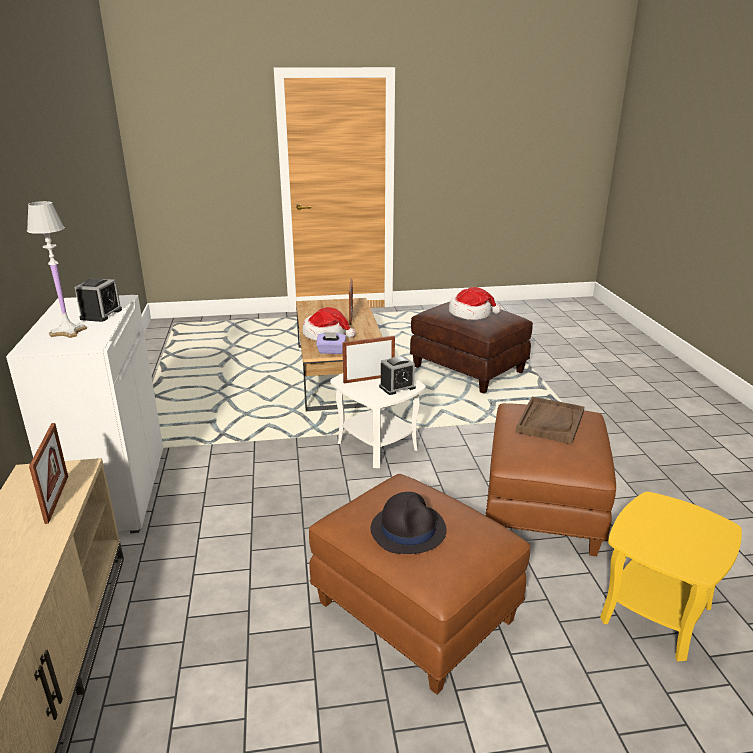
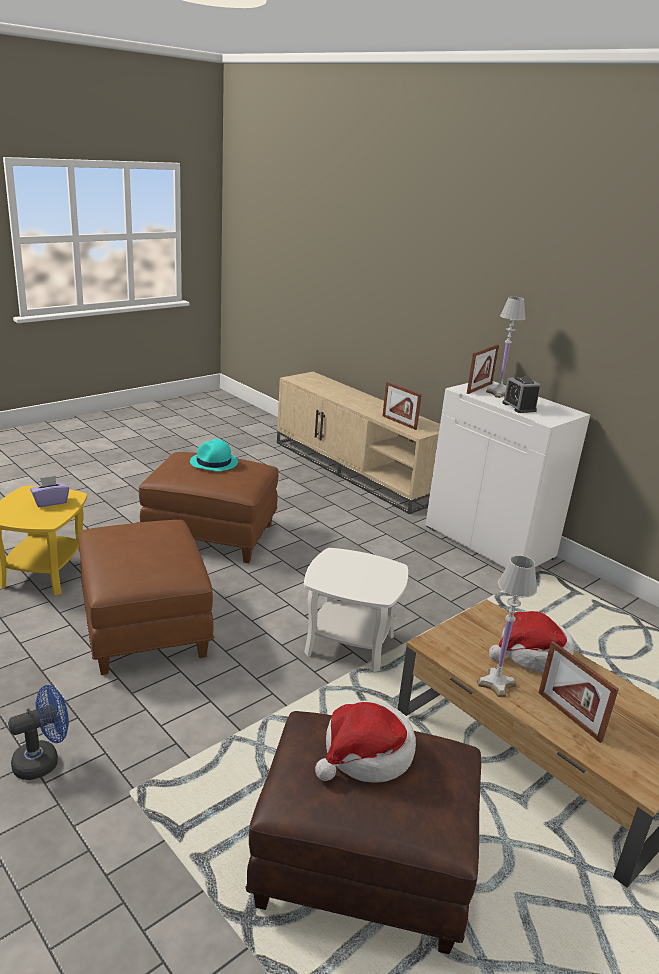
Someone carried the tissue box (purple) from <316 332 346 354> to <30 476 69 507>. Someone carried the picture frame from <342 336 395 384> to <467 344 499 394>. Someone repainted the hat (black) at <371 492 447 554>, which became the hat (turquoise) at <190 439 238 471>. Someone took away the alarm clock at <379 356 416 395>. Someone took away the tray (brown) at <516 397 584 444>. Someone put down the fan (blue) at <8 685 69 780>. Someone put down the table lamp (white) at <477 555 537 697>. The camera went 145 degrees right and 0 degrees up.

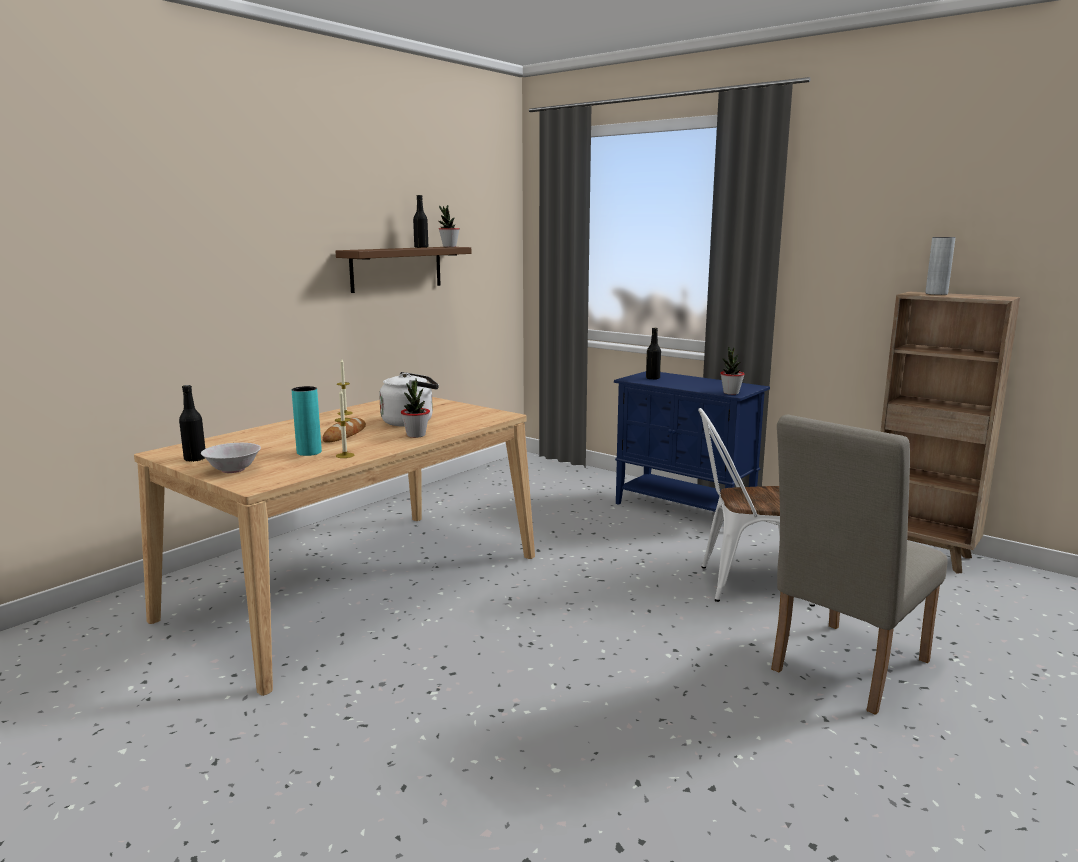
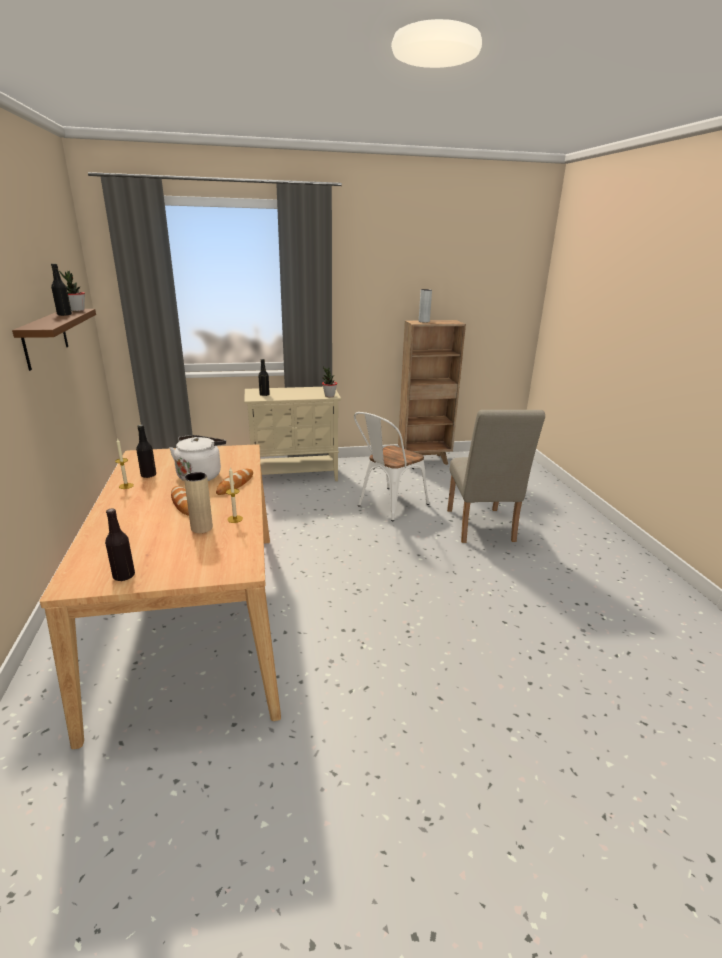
Someone took away the bowl (white) at <201 443 261 473>. Someone repainted the vase (turquoise) at <292 386 322 456>, which became the vase (beige) at <184 472 213 533>. Someone swapped the potted plant at <401 378 430 438> for the bread at <216 469 253 495>. Someone repainted the cabinet (blue) at <614 371 770 512>, which became the cabinet (beige) at <244 387 341 481>. Someone put down the bottle (black) at <136 424 156 478>. The camera went 50 degrees left and 10 degrees up.

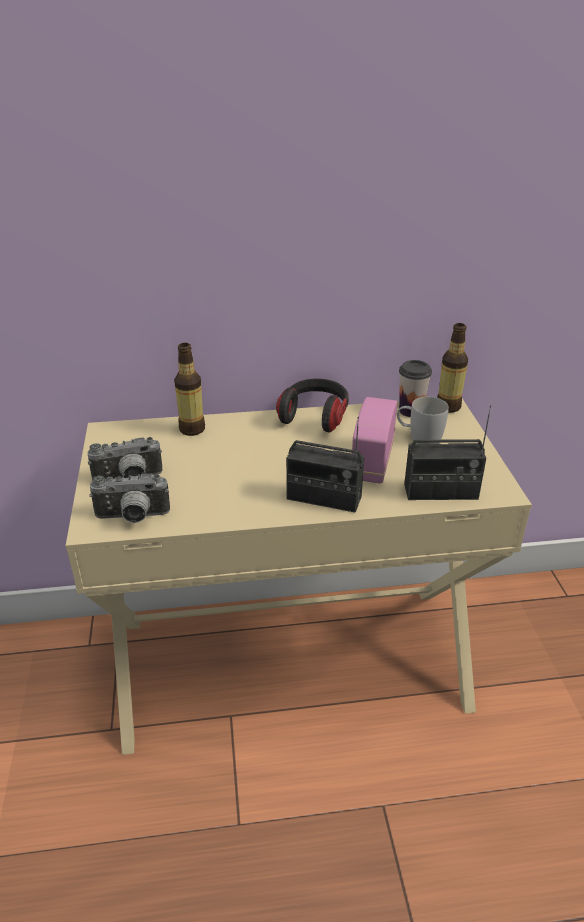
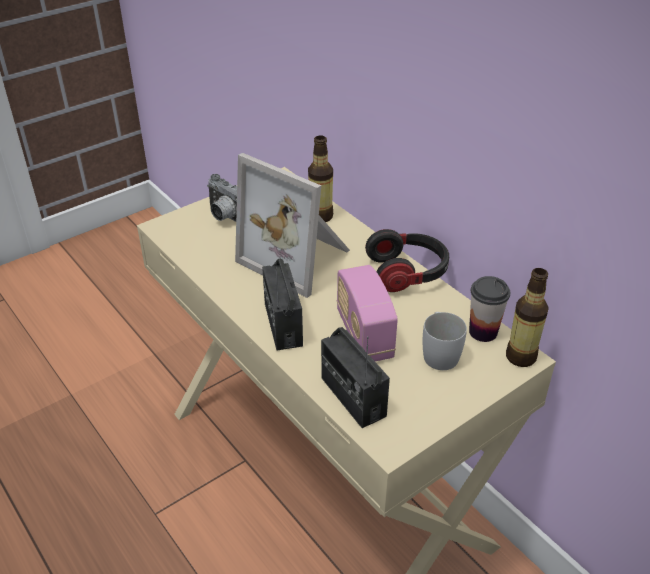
Someone took away the photo camera at <89 474 170 523>. Someone rotated the radio at <352 397 397 484> by 90 degrees counterclockwise. Someone put down the picture frame at <235 153 350 298>. The camera went 60 degrees right and 5 degrees up.

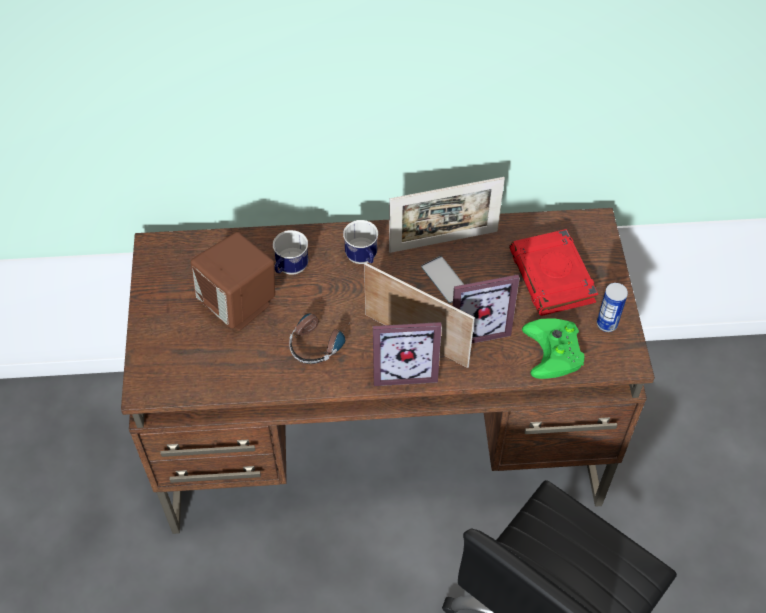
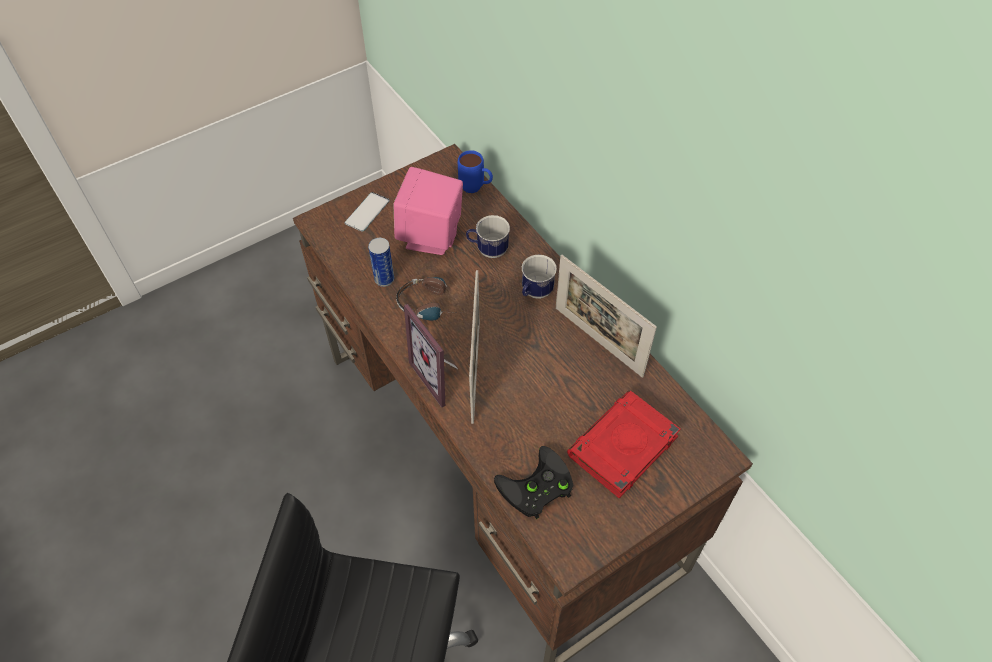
Someone repainted the speaker (brown) at <191 232 275 331>, which became the speaker (pink) at <393 167 463 255>. Someone carried the phone from <421 256 464 303> to <345 192 390 232>. Someone took away the picture frame at <453 275 520 343>. Someone repainted the game controller (green) at <522 318 584 379>, which became the game controller (black) at <494 446 573 519>. Someone carried the can from <597 283 628 332> to <368 238 394 287>. Someone put down the mug (blue) at <458 150 493 193>. The camera went 60 degrees right and 0 degrees up.

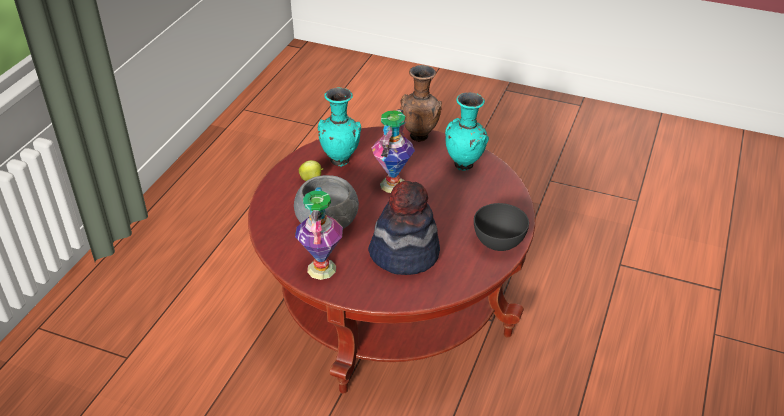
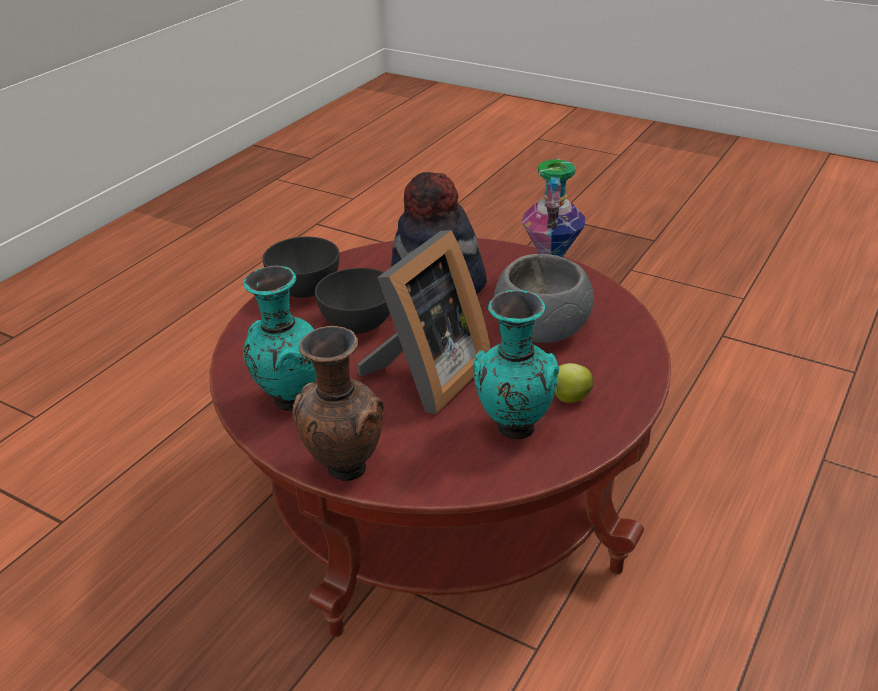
Someone swapped the vase at <372 109 415 193> for the picture frame at <357 230 491 414>. Someone put down the bowl (grey) at <315 268 390 334>. The camera went 170 degrees left and 5 degrees down.

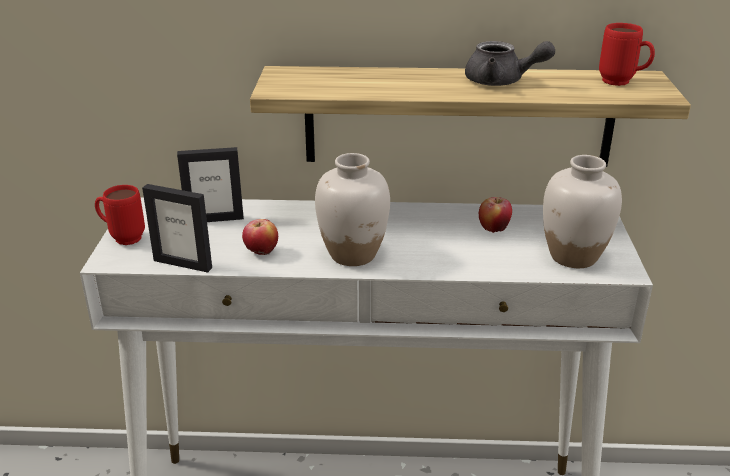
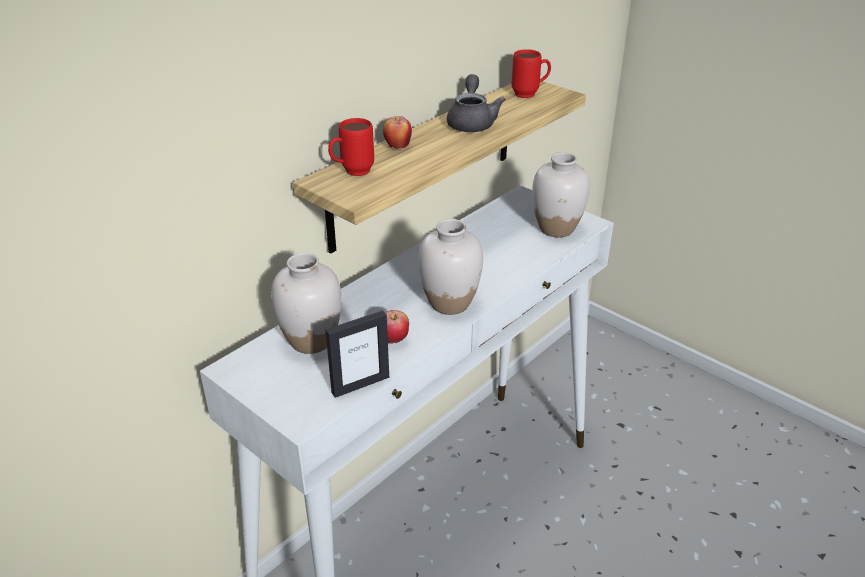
Someone carried the mug (red) from <95 185 145 245> to <328 118 374 176>. Someone swapped the picture frame at <177 147 244 222> for the vase (white) at <271 253 342 354>. Someone rotated the teapot (grey) at <465 41 555 86> by 60 degrees counterclockwise. Someone carried the apple from <479 197 512 233> to <383 116 412 149>. The camera went 50 degrees left and 5 degrees up.

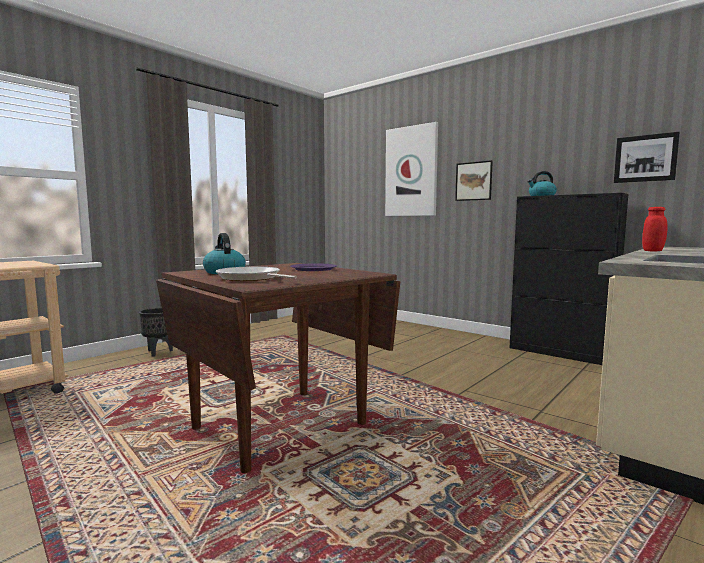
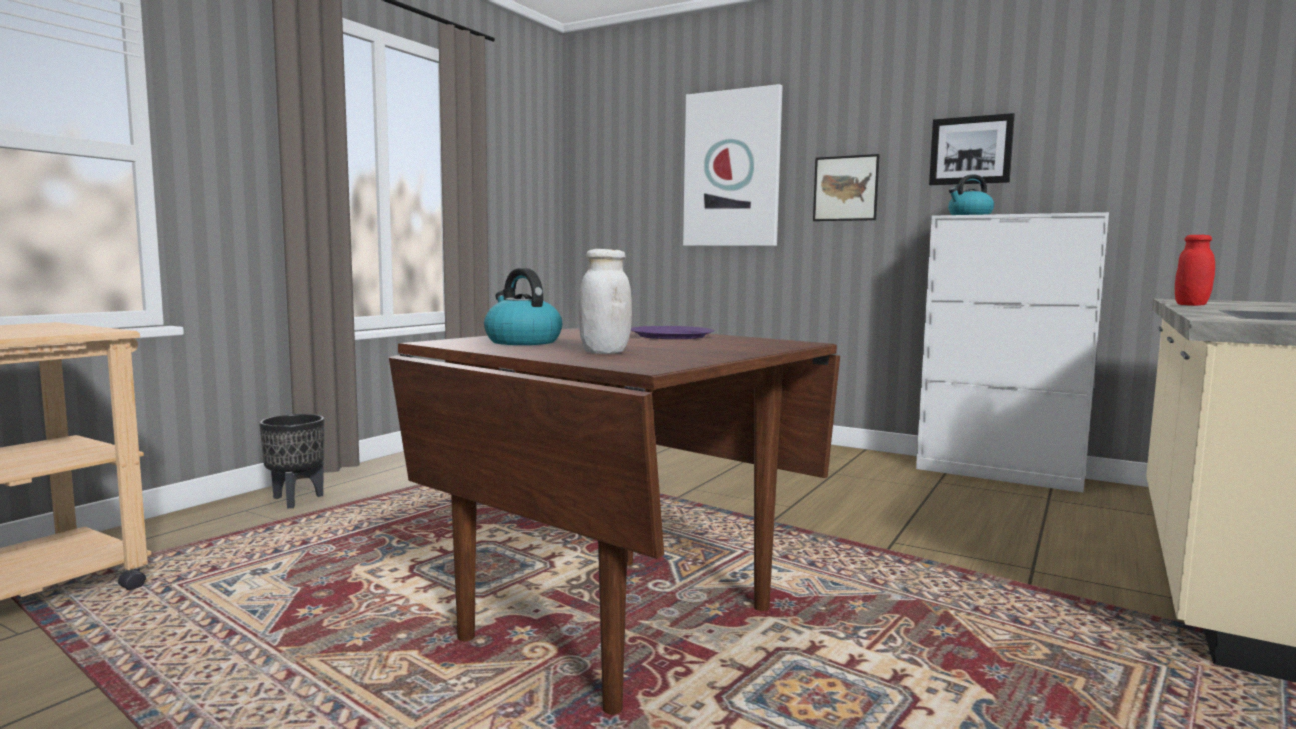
Someone swapped the frying pan at <216 266 297 281> for the jar (white) at <578 249 632 354>. Someone repainted the cabinet (black) at <510 193 628 365>, which became the cabinet (white) at <916 212 1109 493>. Someone carried the picture from <614 132 680 183> to <929 113 1015 185>. The camera went 10 degrees left and 0 degrees up.

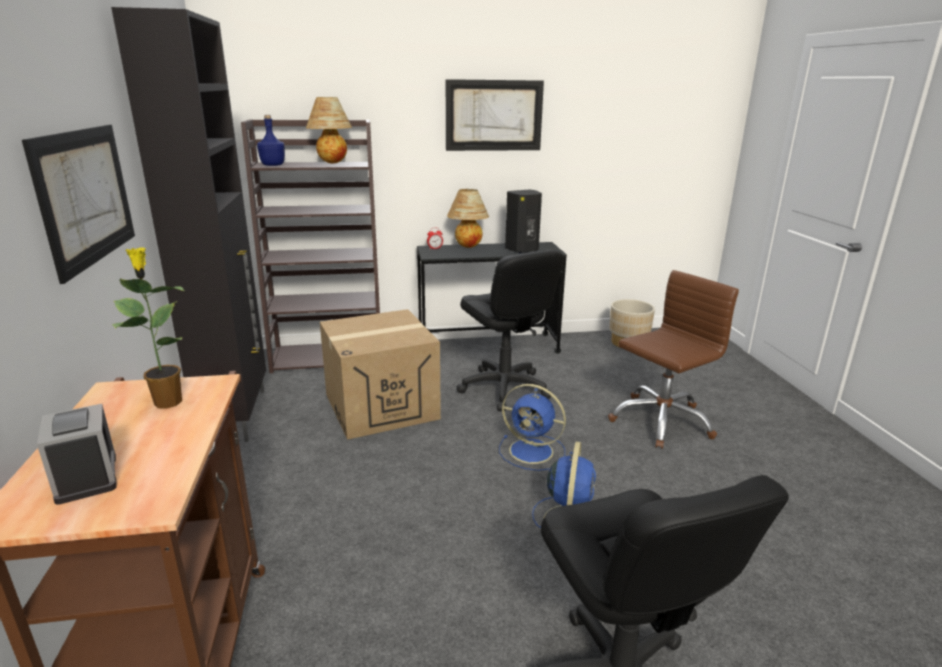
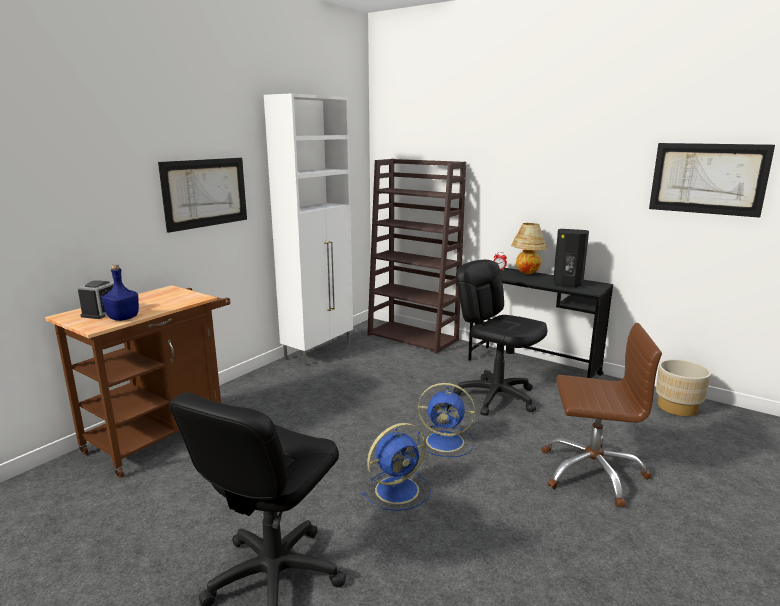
Someone repainted the cabinet (black) at <111 7 266 442>, which became the cabinet (white) at <264 93 353 366>. Someone took away the potted plant at <112 247 184 408>. Someone carried the bottle (blue) from <257 115 285 166> to <102 264 139 321>. Someone took away the table lamp at <306 97 352 163>. Someone took away the cardboard box at <320 309 441 440>. Someone carried the picture from <446 79 544 151> to <649 143 775 218>. Someone rotated the office chair (black) at <456 250 564 411> by 120 degrees clockwise. Someone rotated the fan (blue) at <499 384 566 471> by 60 degrees counterclockwise. The camera went 45 degrees right and 5 degrees down.

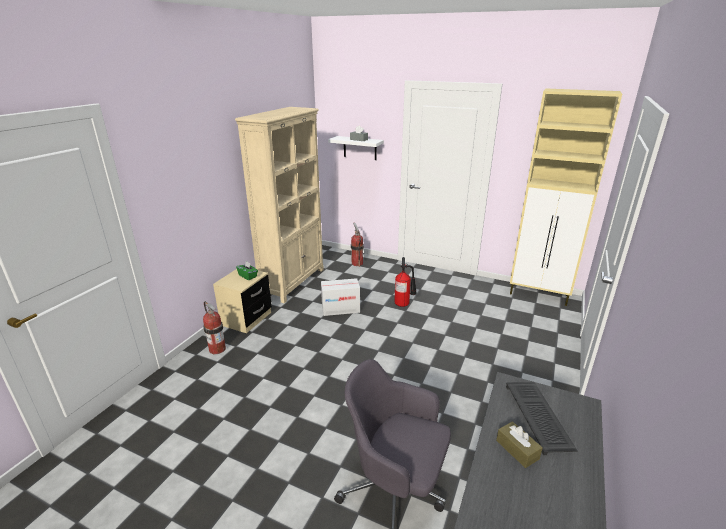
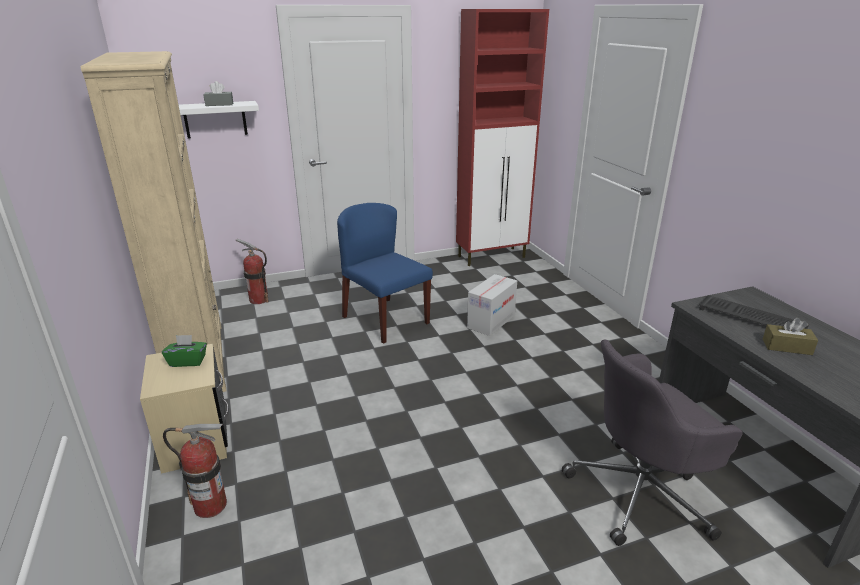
Someone carried the cardboard box from <321 278 360 316> to <467 274 517 336>. Someone swapped the fire extinguisher at <394 257 417 307> for the chair (blue) at <337 203 433 344>. Someone repainted the cabinet (beige) at <510 89 622 306>, which became the cabinet (red) at <456 9 549 266>. The camera went 45 degrees left and 0 degrees up.

